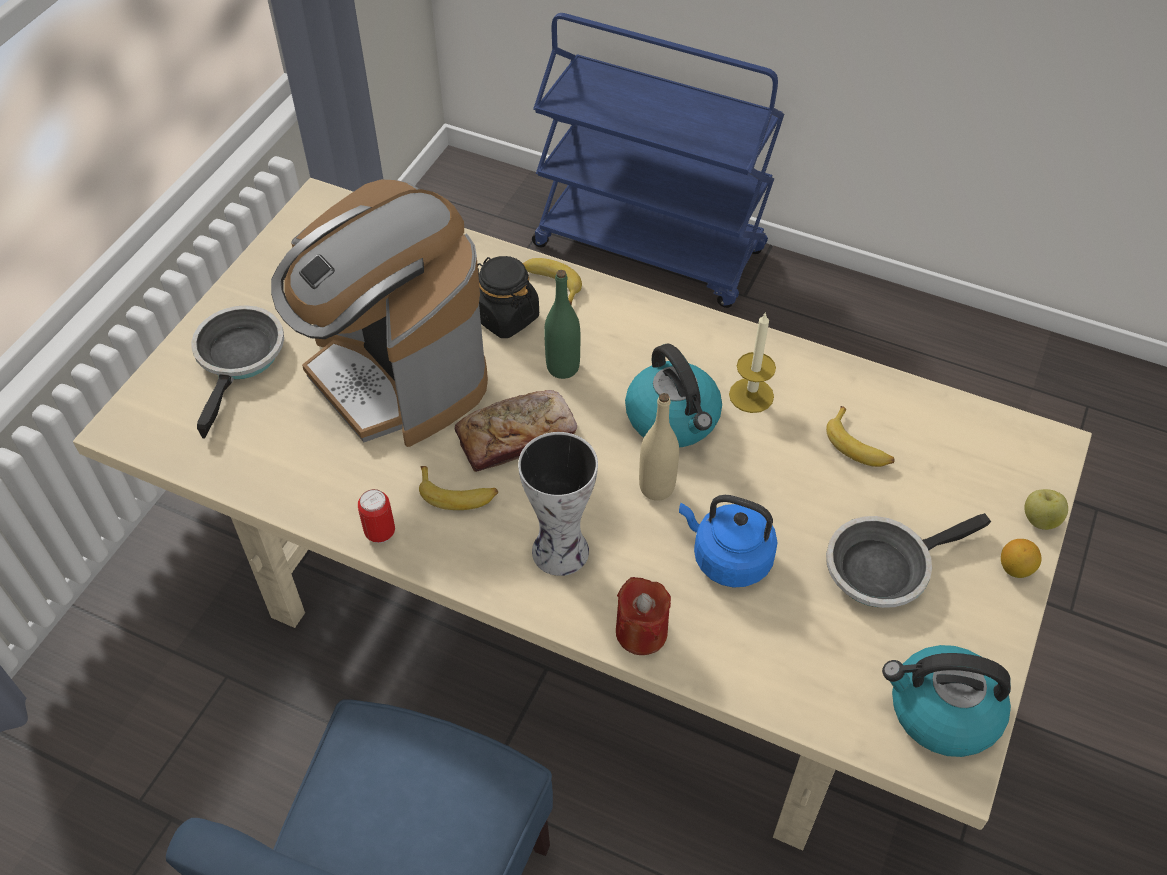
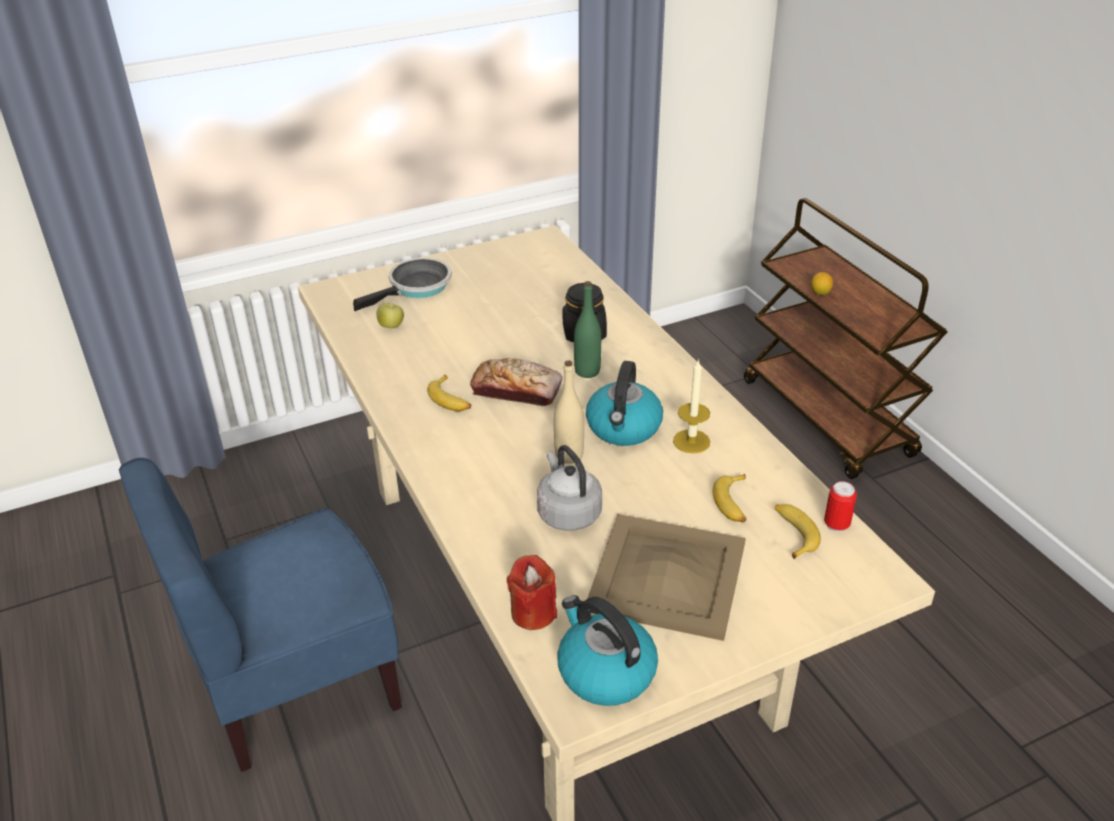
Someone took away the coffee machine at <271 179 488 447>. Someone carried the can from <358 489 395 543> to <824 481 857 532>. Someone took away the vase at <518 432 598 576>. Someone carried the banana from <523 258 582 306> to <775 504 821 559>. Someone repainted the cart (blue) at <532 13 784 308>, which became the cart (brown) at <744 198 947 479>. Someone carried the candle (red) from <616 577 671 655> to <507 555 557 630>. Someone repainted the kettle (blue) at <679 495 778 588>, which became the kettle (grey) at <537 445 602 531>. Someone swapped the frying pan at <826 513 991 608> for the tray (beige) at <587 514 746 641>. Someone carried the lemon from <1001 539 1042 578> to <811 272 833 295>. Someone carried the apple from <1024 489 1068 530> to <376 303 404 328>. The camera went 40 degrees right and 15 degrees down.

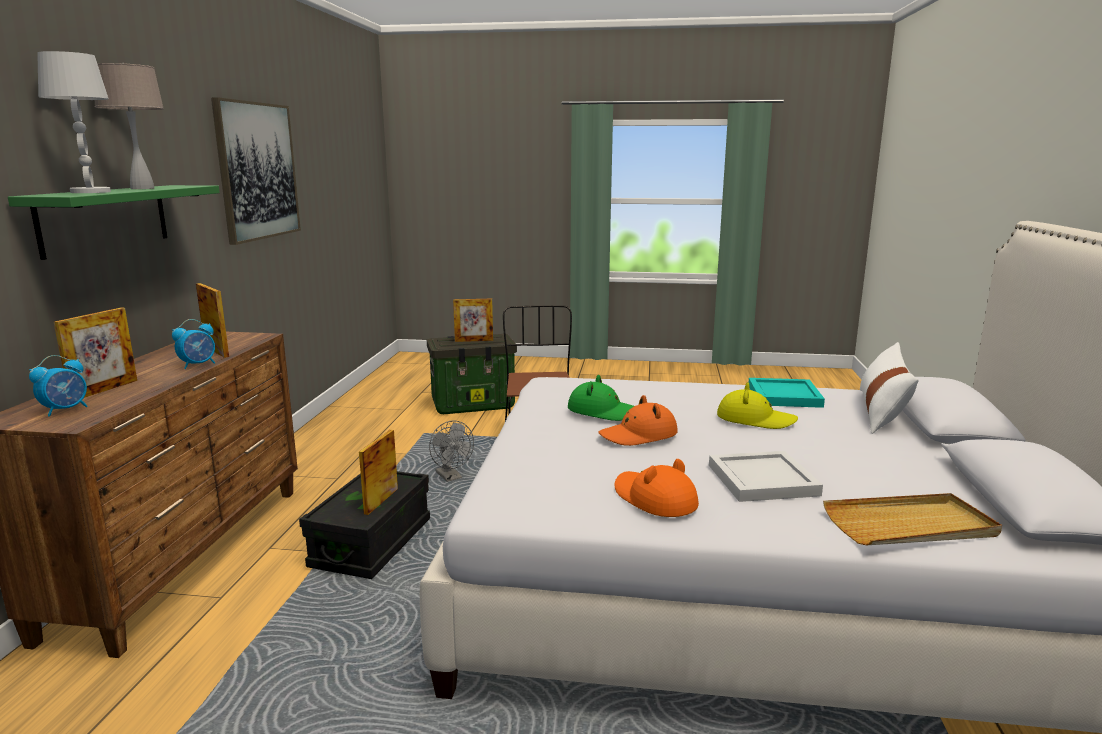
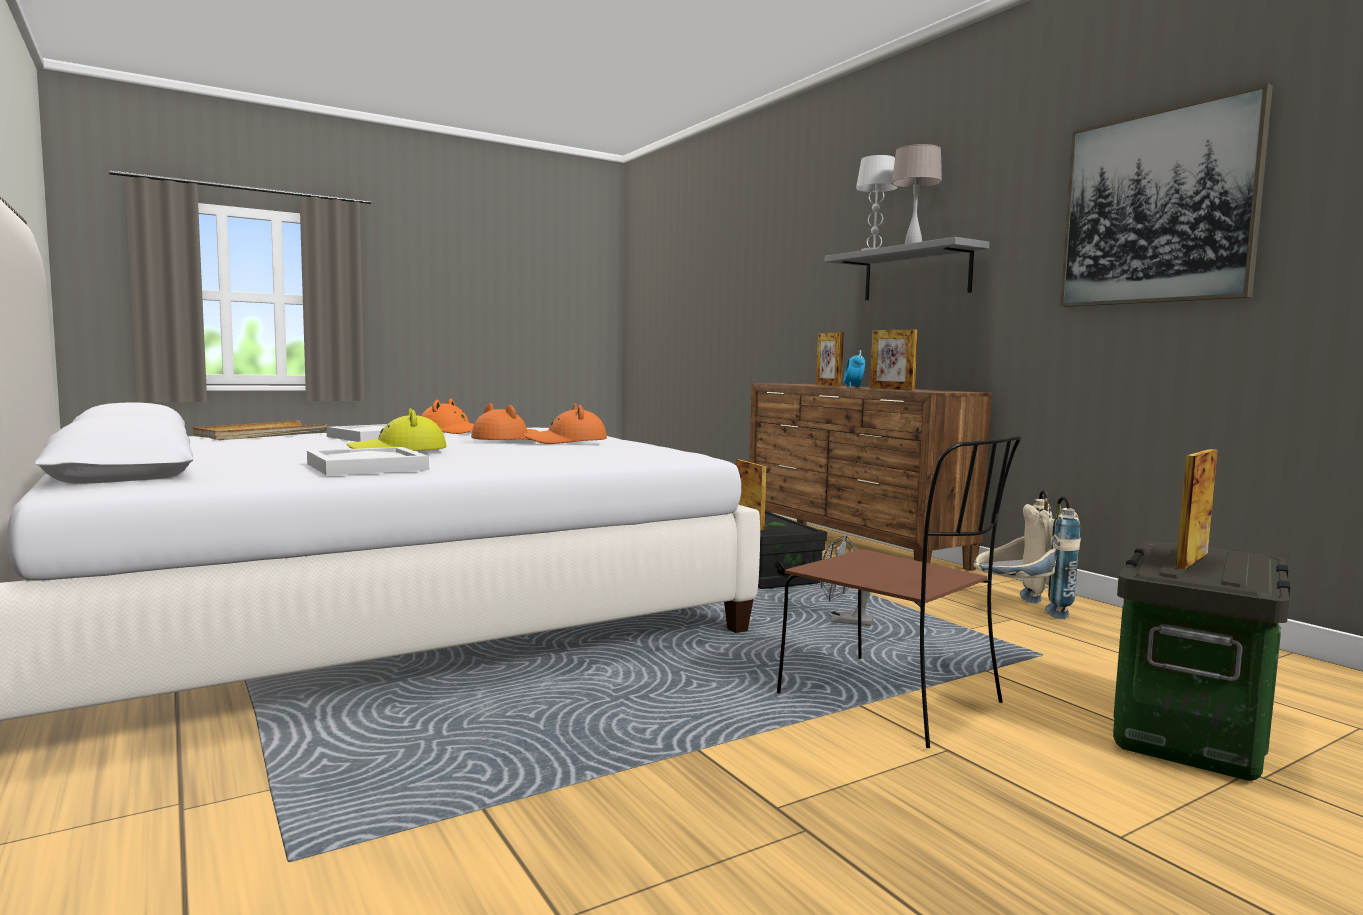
Someone repainted the shelf (green) at <8 185 220 260>, which became the shelf (grey) at <825 237 989 300>. Someone took away the alarm clock at <29 355 87 417>. Someone rotated the picture frame at <196 283 229 358> by 45 degrees clockwise. Someone repainted the hat (green) at <568 375 634 421>, which became the hat (orange) at <523 403 607 444>. Someone repainted the tray (turquoise) at <749 378 825 408>, which became the tray (white) at <307 447 429 476>. Someone took away the pillow (white) at <860 342 919 434>. Someone put down the backpack (beige) at <974 490 1081 619>. The camera went 140 degrees right and 10 degrees down.

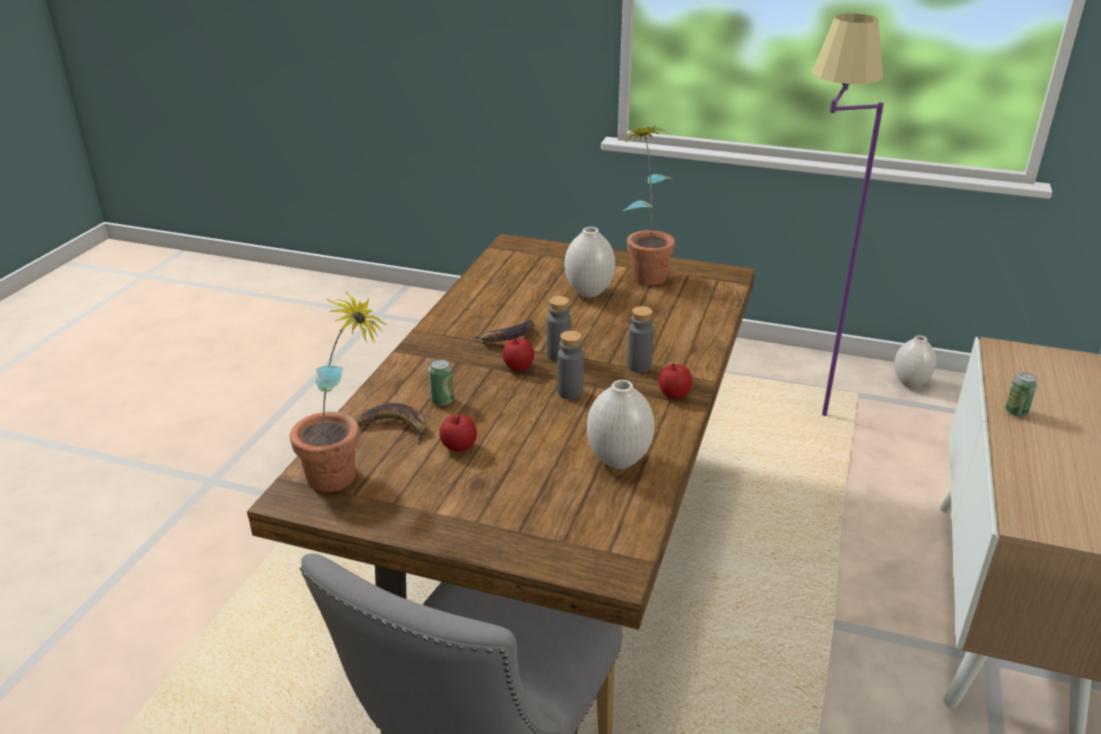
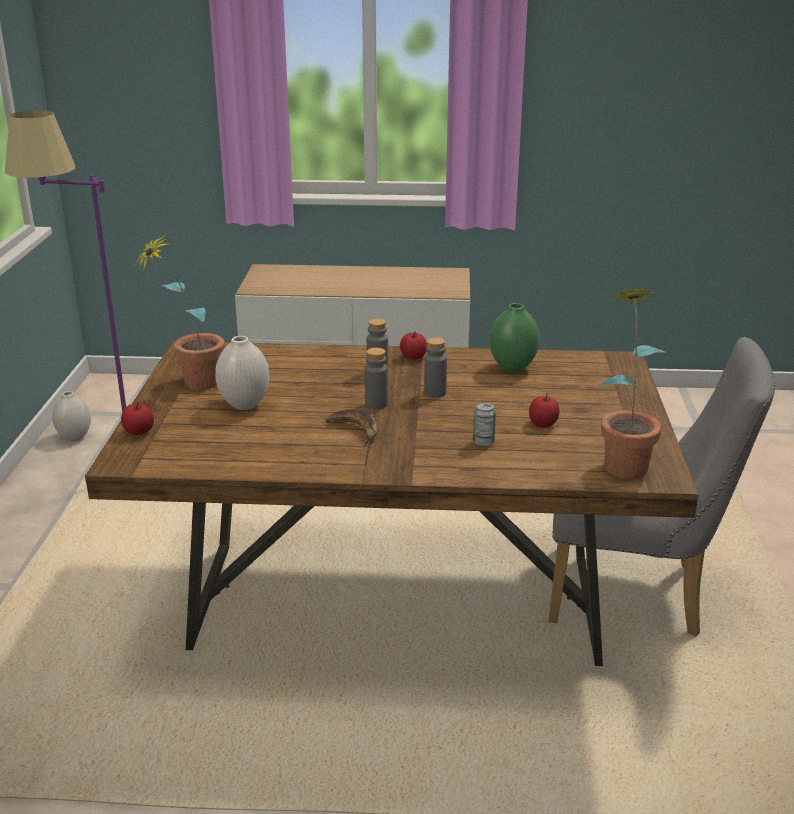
Someone took away the banana at <357 403 426 445>. Someone carried the apple from <502 338 534 372> to <121 402 154 435>. Someone repainted the vase (white) at <587 380 654 469>, which became the vase (green) at <490 303 539 372>. Someone took away the can at <1005 372 1037 416>. The camera went 105 degrees left and 5 degrees down.

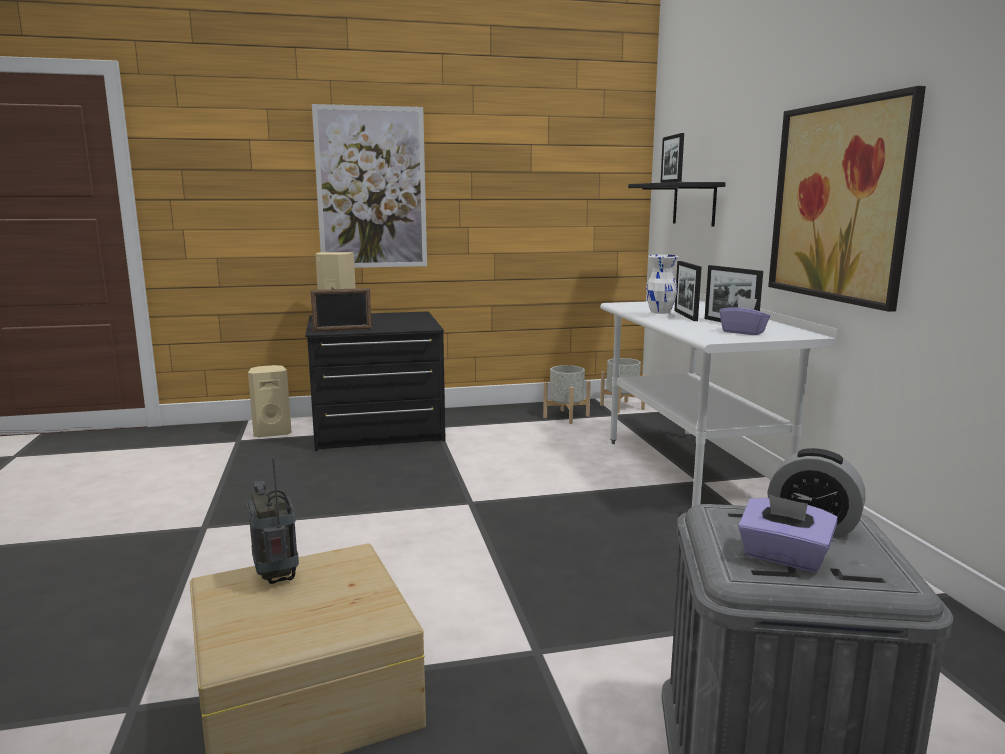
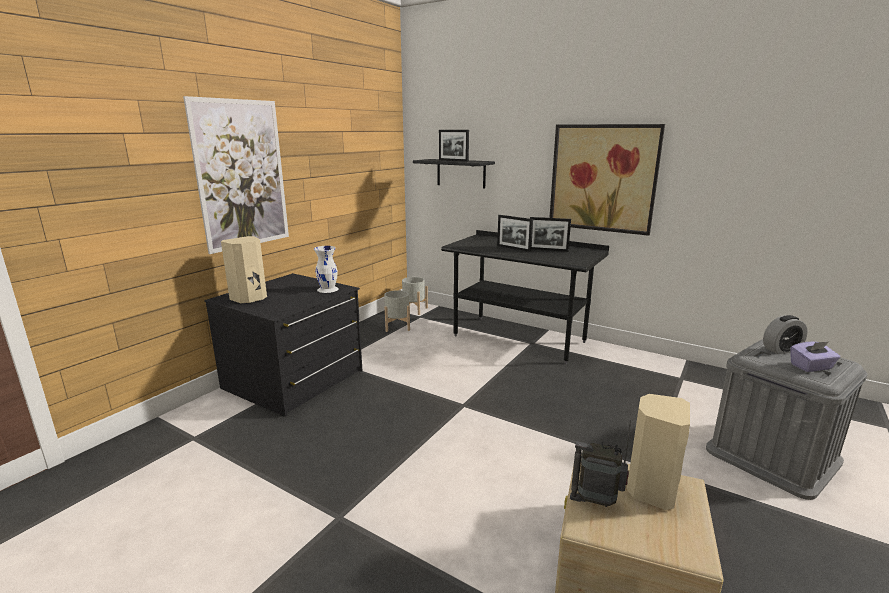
Someone carried the speaker (beige) from <248 365 292 438> to <627 394 690 510>. Someone took away the picture frame at <311 288 372 332>. Someone repainted the desk (white) at <600 293 837 507>, which became the desk (black) at <441 230 609 364>. Someone carried the vase (white) from <645 255 679 318> to <314 246 339 293>. Someone took away the tissue box (purple) at <719 298 770 335>. The camera went 45 degrees left and 5 degrees up.

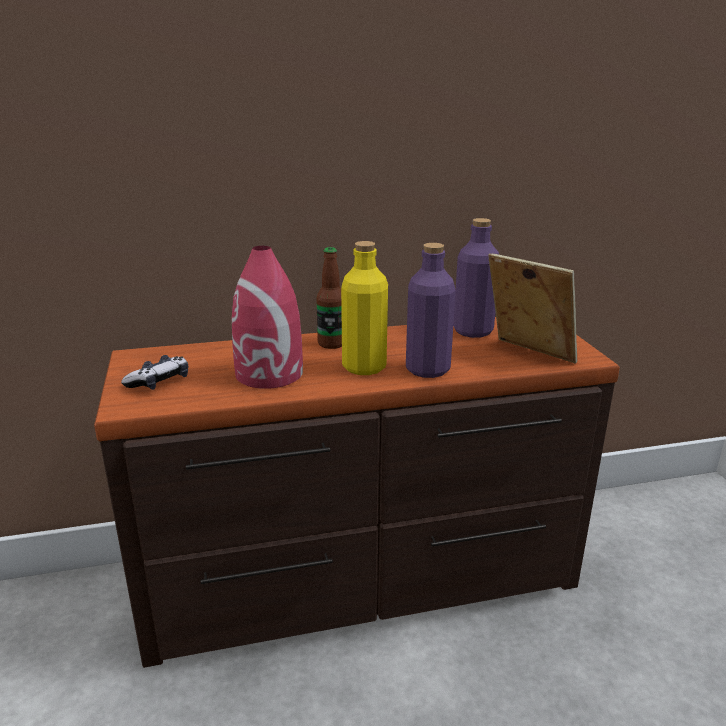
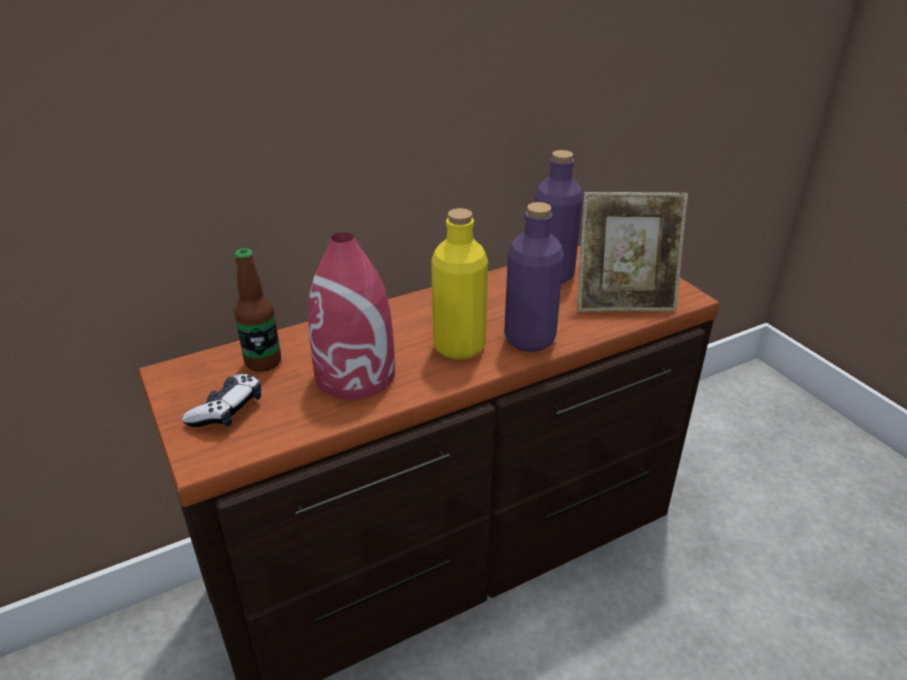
Someone carried the bottle from <316 247 342 349> to <234 248 281 372>. Someone rotated the picture frame at <488 253 577 364> by 150 degrees clockwise. The camera went 15 degrees left and 10 degrees up.

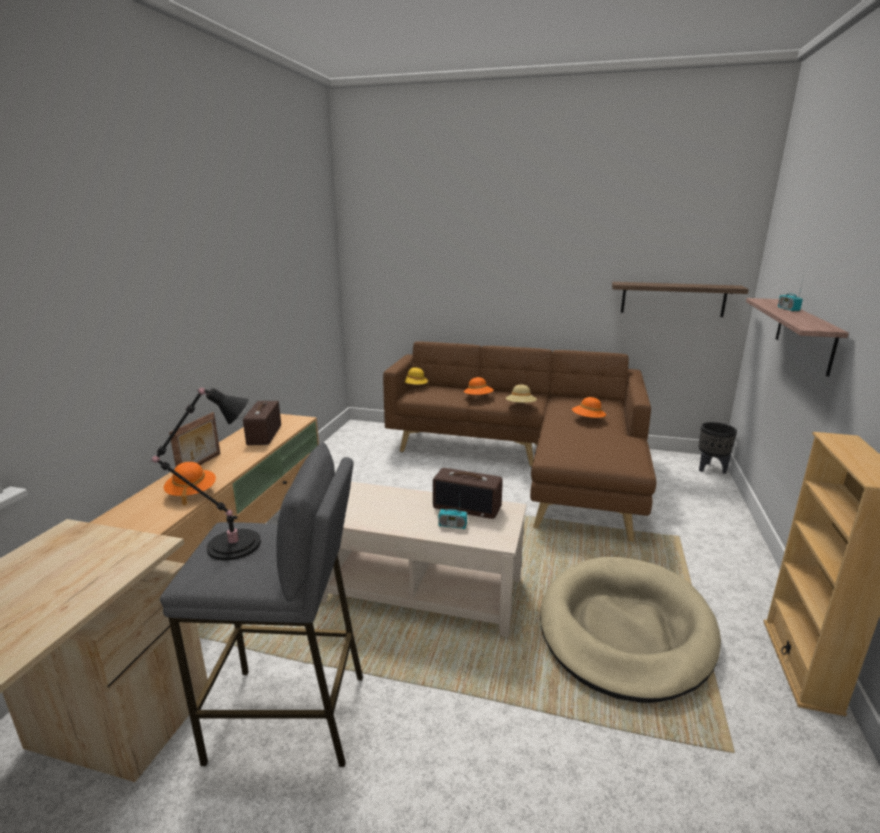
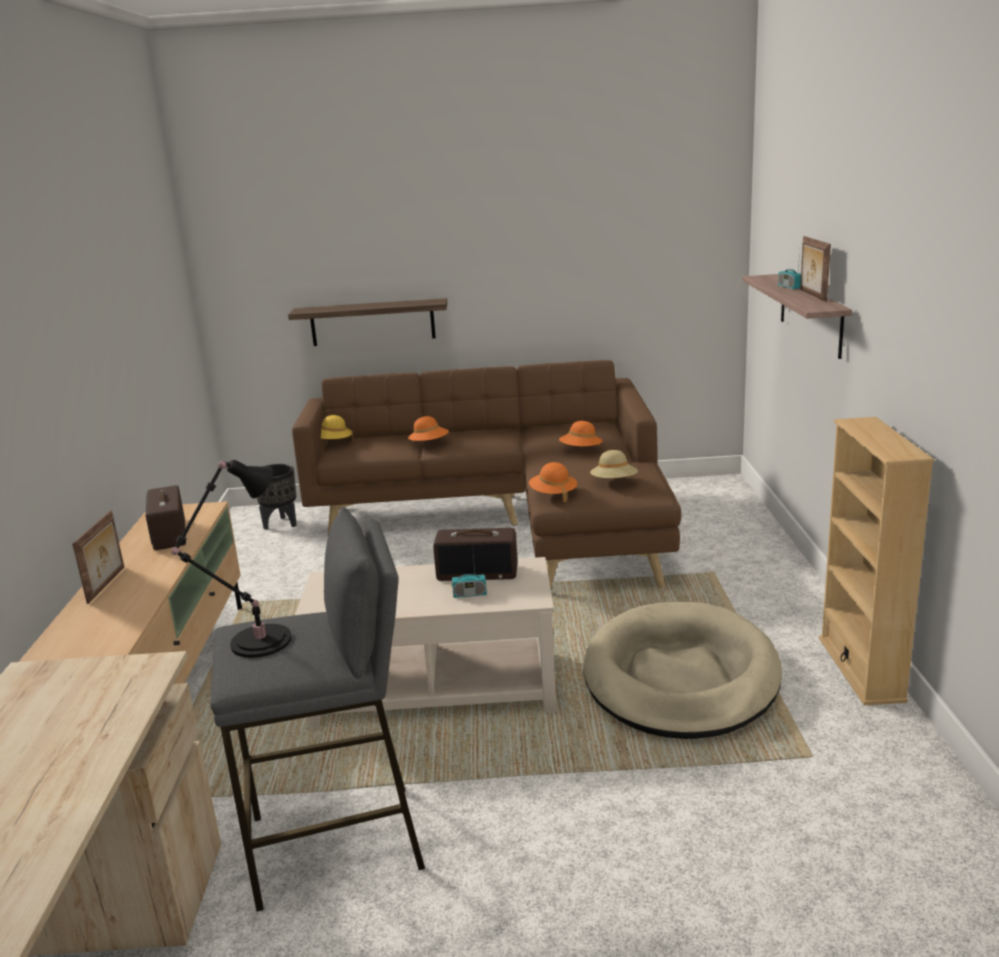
Someone carried the hat (orange) from <164 462 216 505> to <529 462 578 502>. Someone carried the hat (beige) from <506 385 537 403> to <590 450 638 478>. Someone carried the shelf from <612 282 749 317> to <288 298 448 346>. Someone carried the planter (black) from <699 422 737 474> to <257 464 297 530>. Someone put down the picture frame at <800 236 831 302>. The camera went 15 degrees left and 0 degrees up.

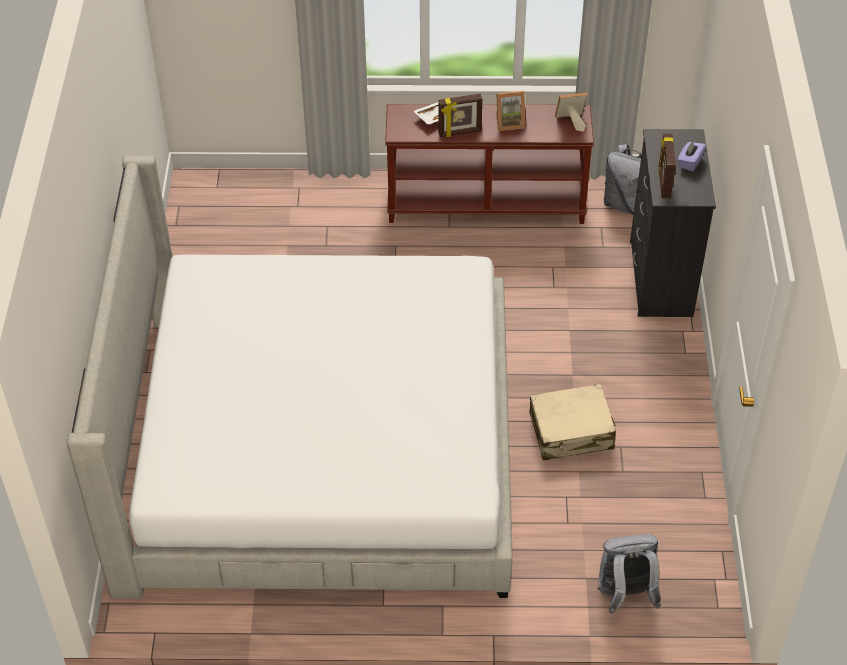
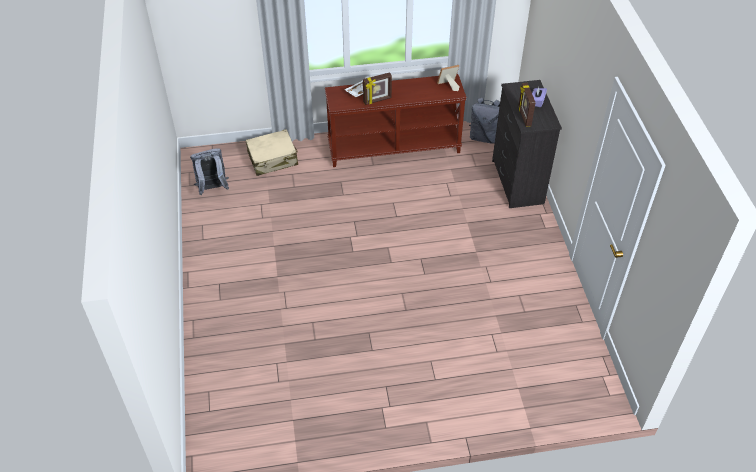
Someone took away the bed at <66 155 513 599>. Someone took away the picture frame at <495 91 525 131>. Someone carried the suitcase (beige) from <529 384 616 460> to <246 129 298 176>. Someone carried the backpack (grey) from <597 534 661 614> to <190 148 229 195>. The camera went 10 degrees left and 0 degrees up.

